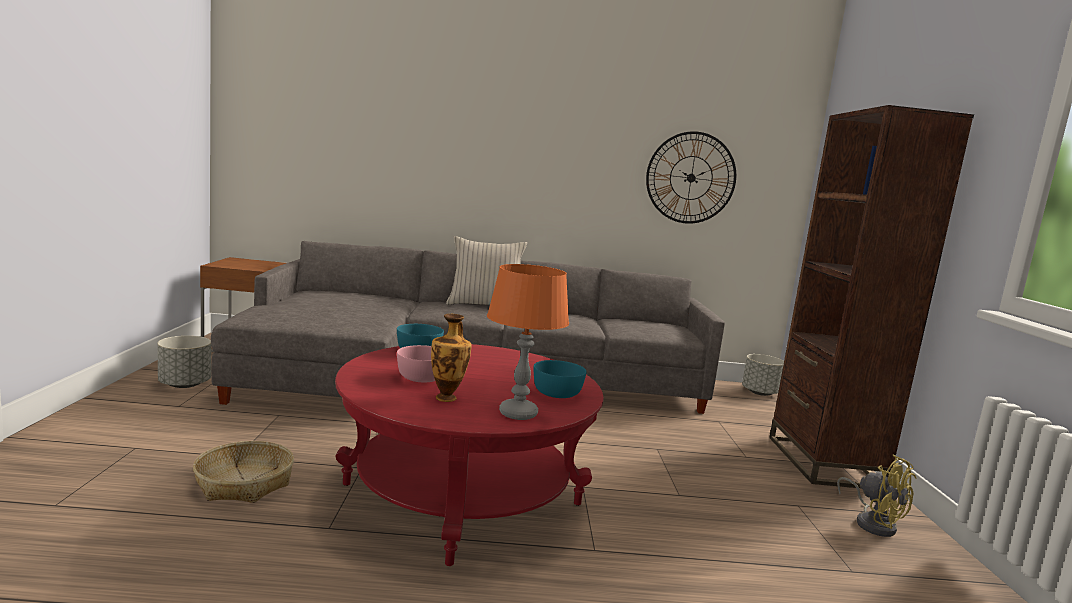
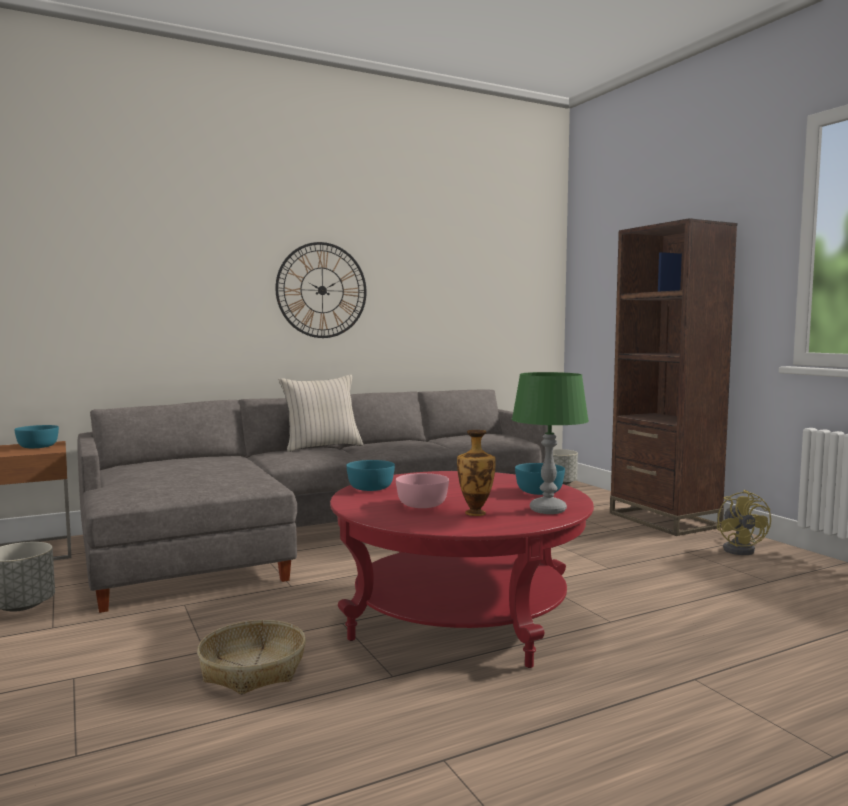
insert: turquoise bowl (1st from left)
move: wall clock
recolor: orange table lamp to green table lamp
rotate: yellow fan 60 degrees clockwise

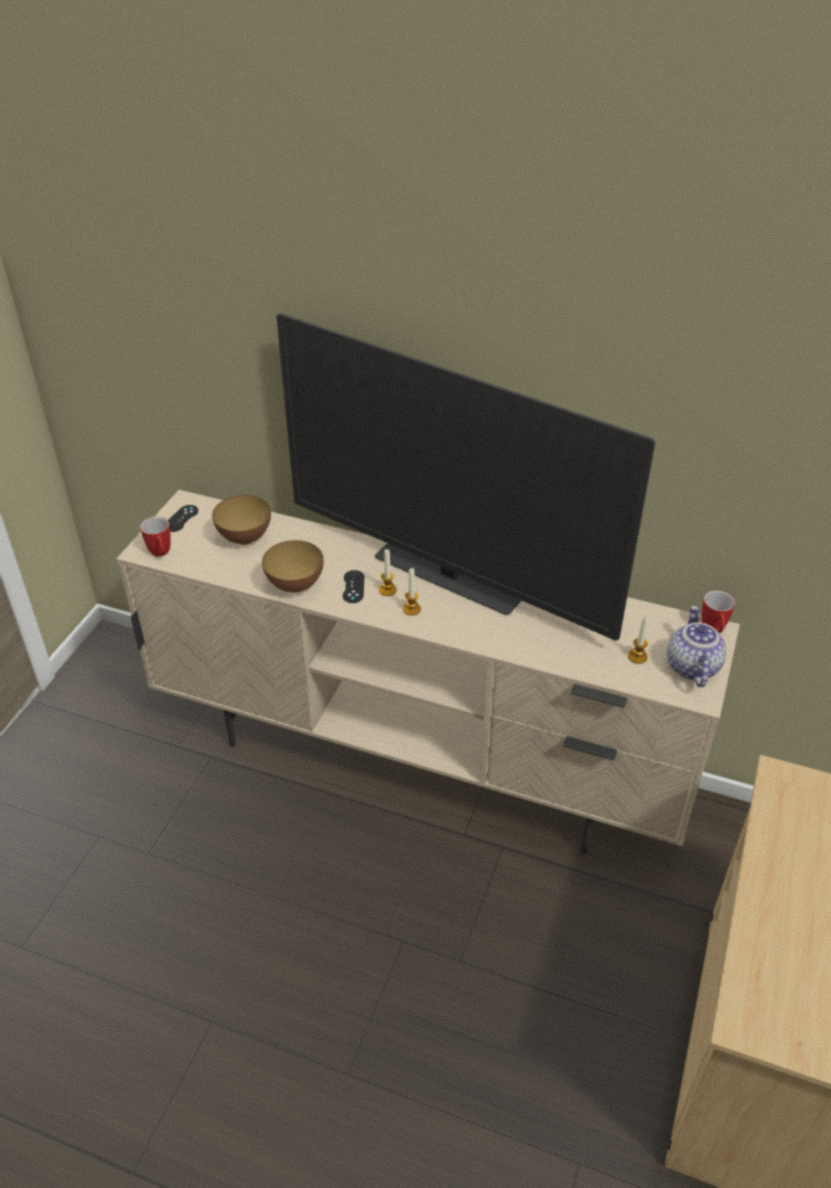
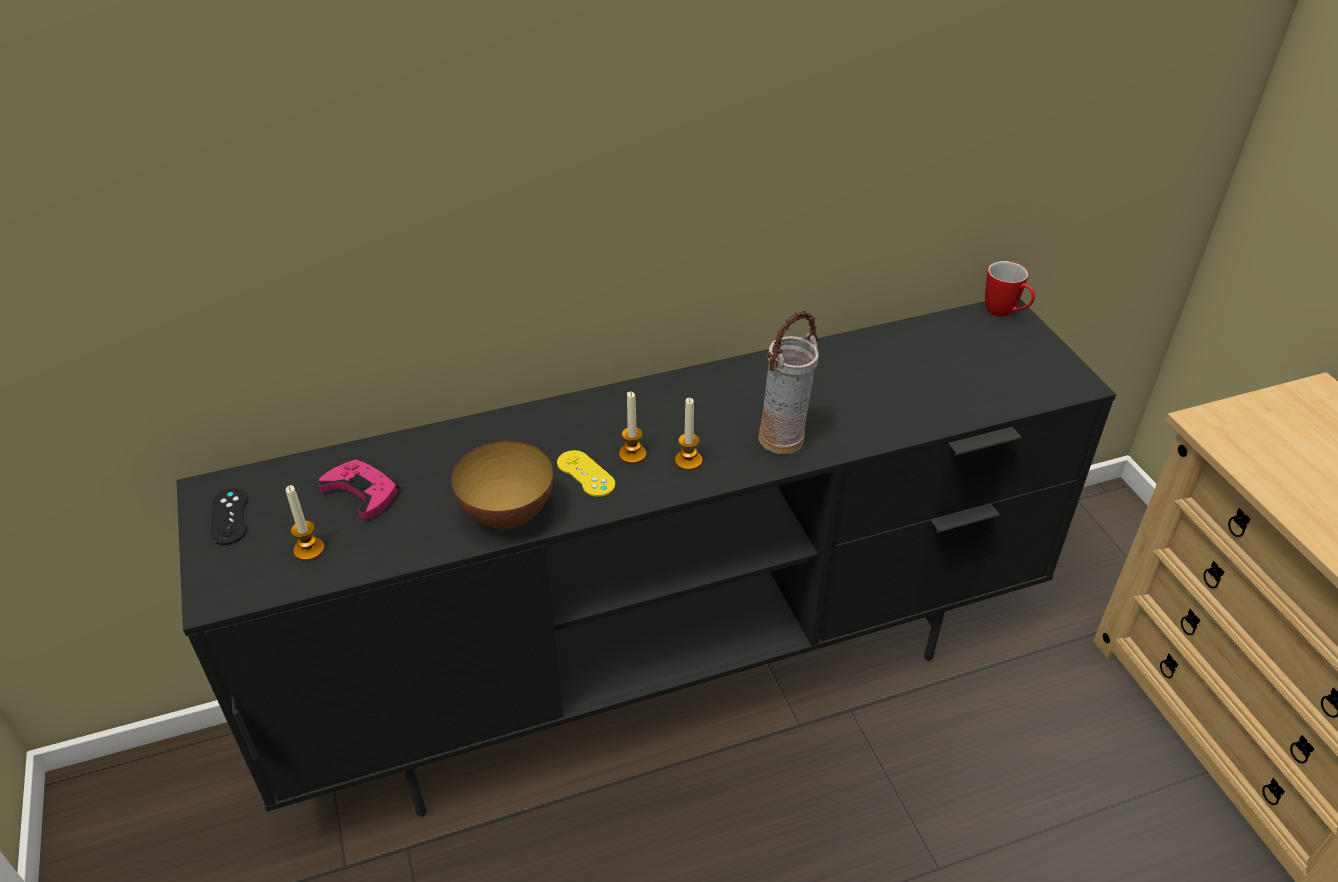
delete: mug (1st from left); television; teapot
insert: vase
move: candle (3rd from left in the first image) to candle (1st from left)
replace: bowl (1st from left) to pink game controller
recolor: beige tv stand to black tv stand; black game controller (2nd from left) to yellow game controller

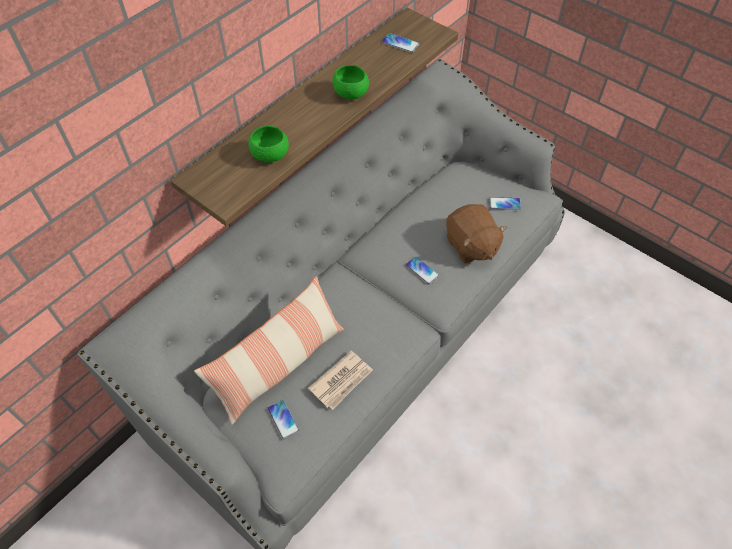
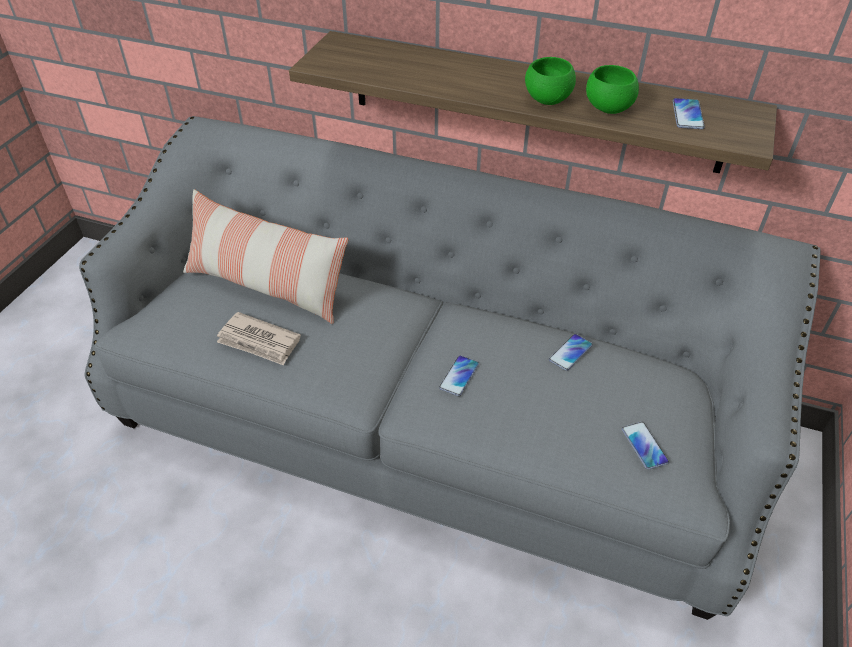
delete: brown plush toy
move: green bowl (1st from left in the first image) to green bowl (2nd from left); phone (1st from left in the first image) to phone (2nd from left)

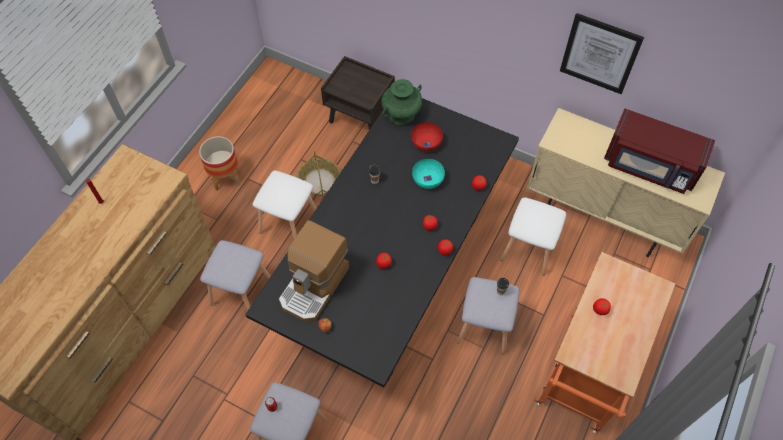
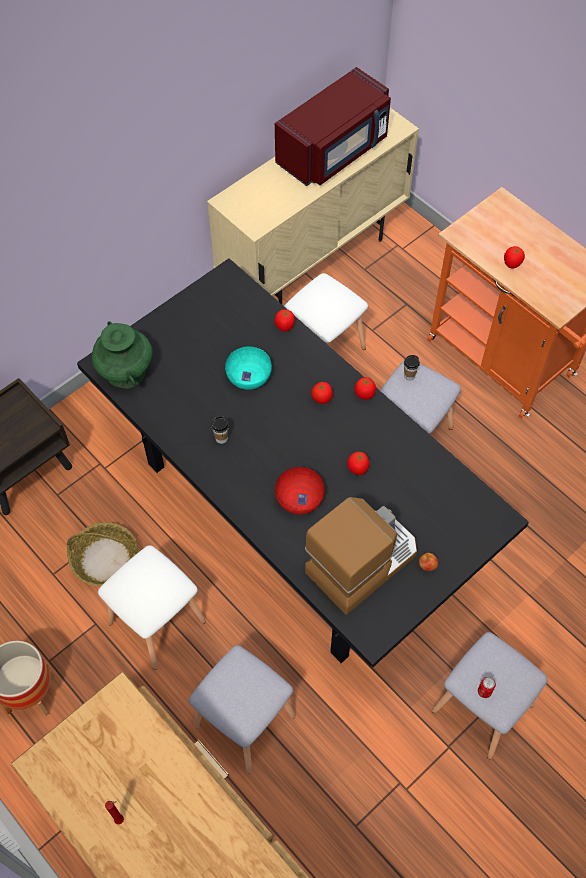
delete: picture
move: red bowl
rotate: coffee machine 90 degrees counterclockwise

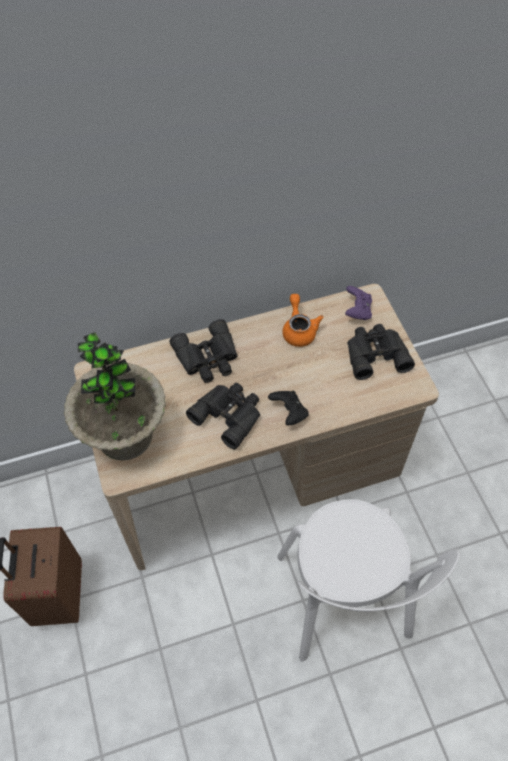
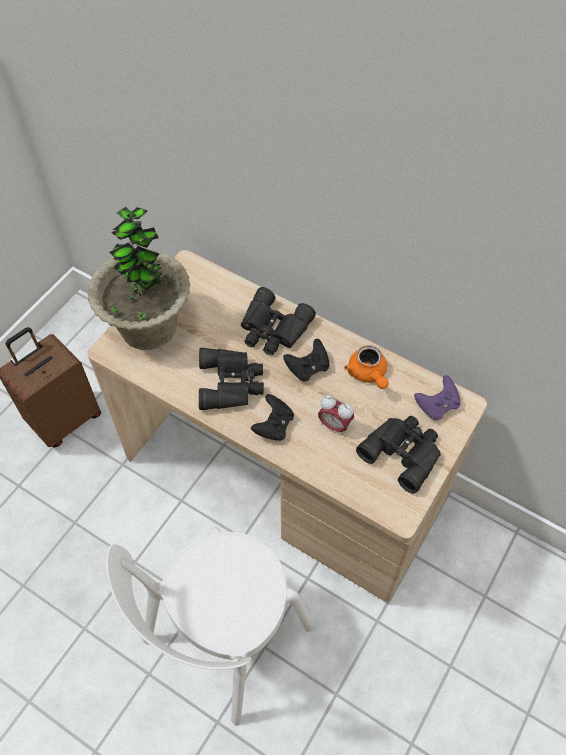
insert: black game controller (2nd from left); alarm clock
rotate: orange teapot 120 degrees clockwise

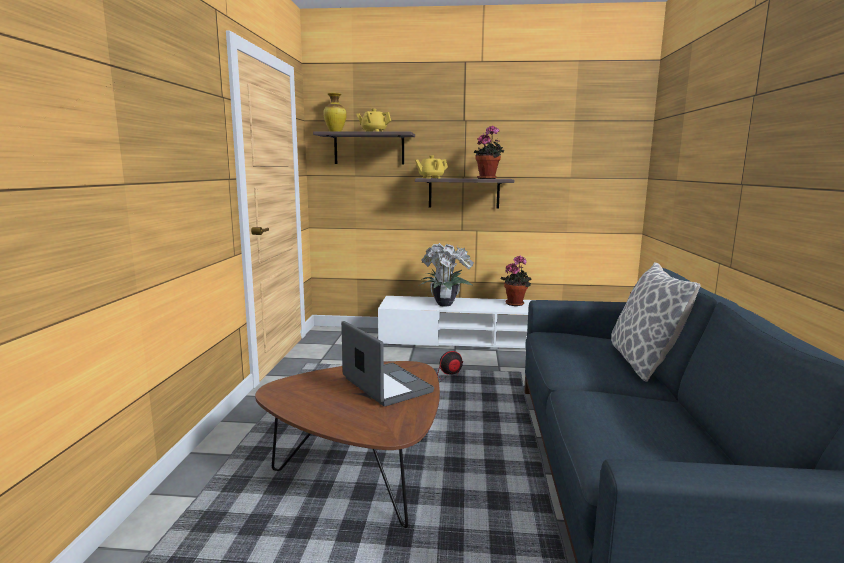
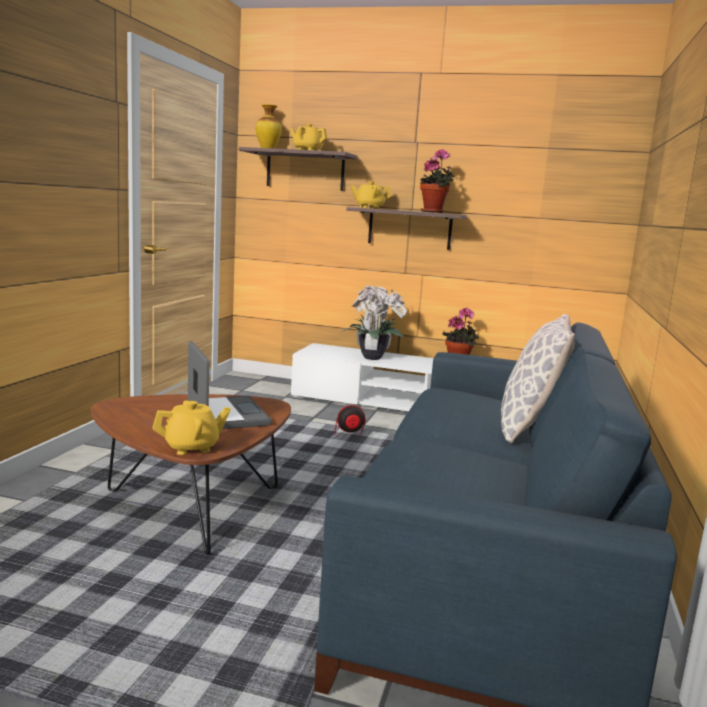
insert: yellow teapot (1st from left)

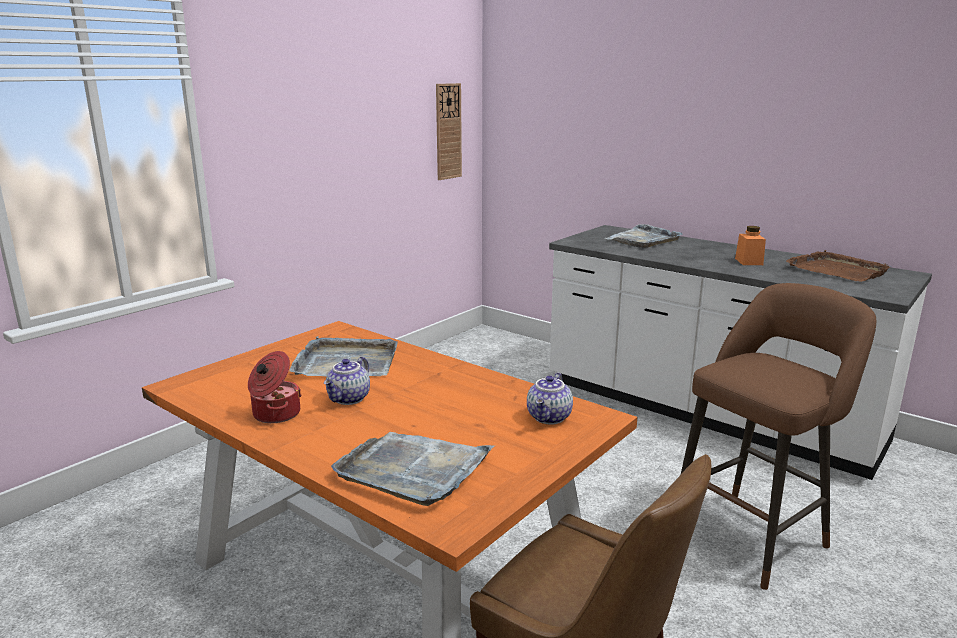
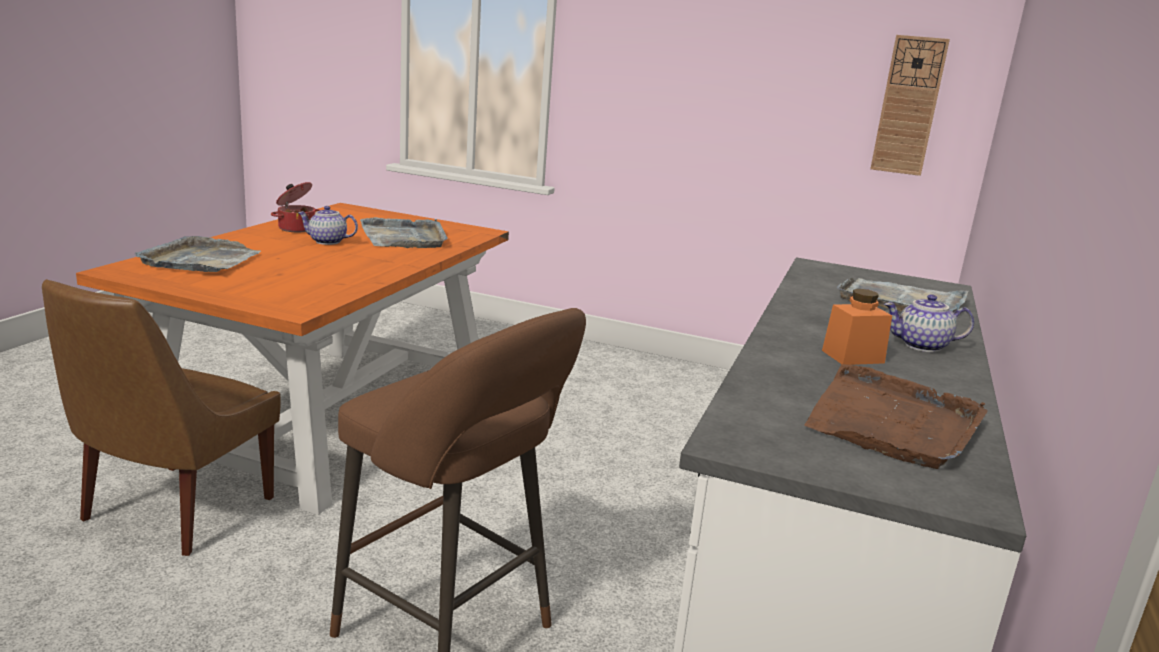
move: teapot (2nd from left)

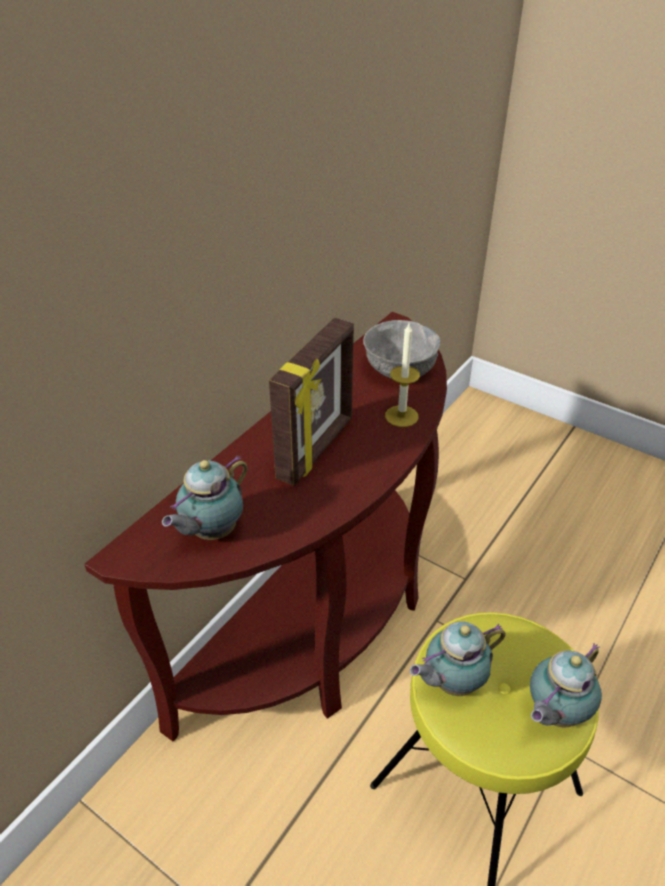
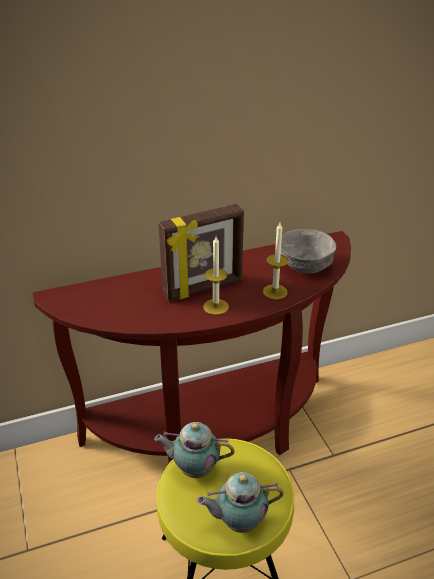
delete: teapot (1st from left)
insert: candle (1st from left)

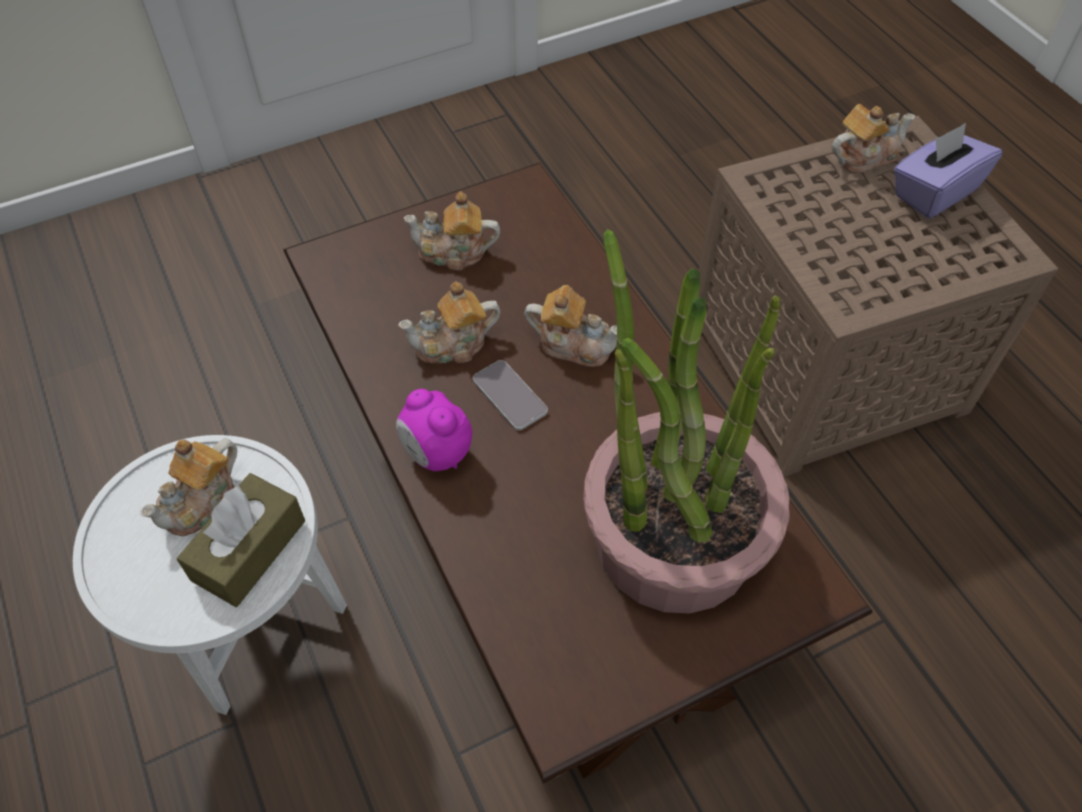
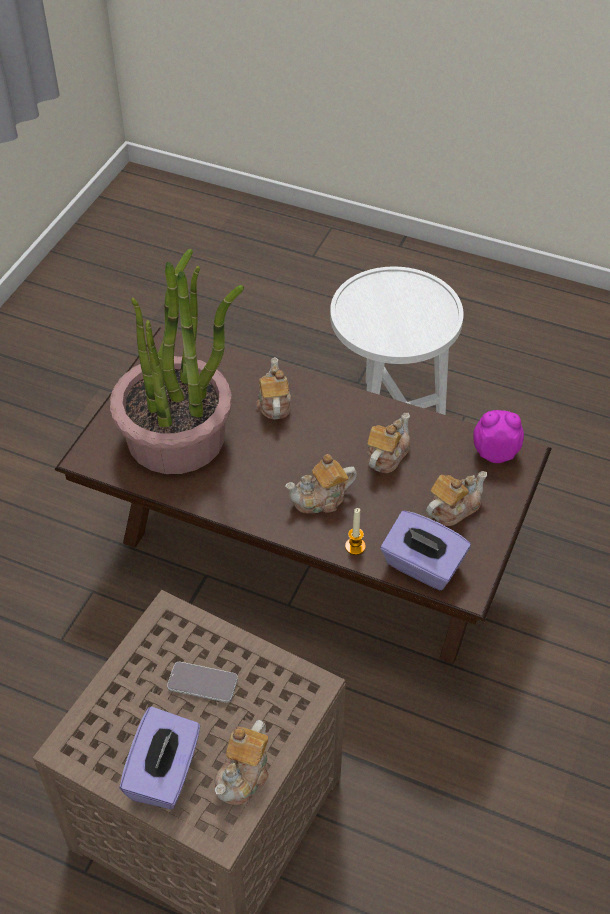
delete: brown tissue box
insert: candle; purple tissue box (2nd from left)
move: teapot (1st from left in the first image) to teapot (2nd from left); alarm clock; phone

